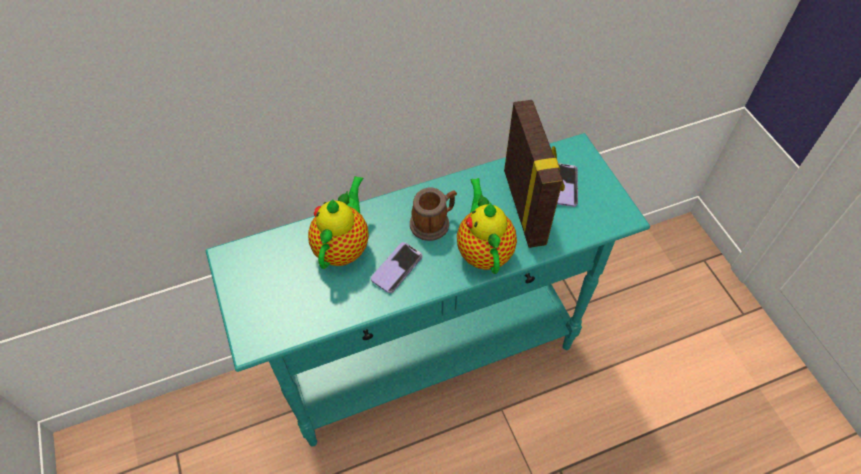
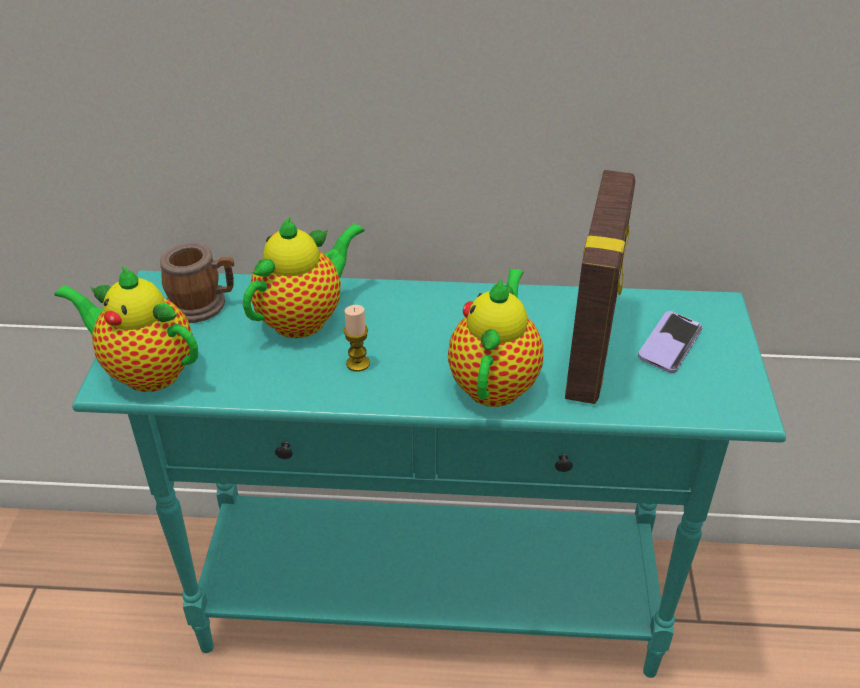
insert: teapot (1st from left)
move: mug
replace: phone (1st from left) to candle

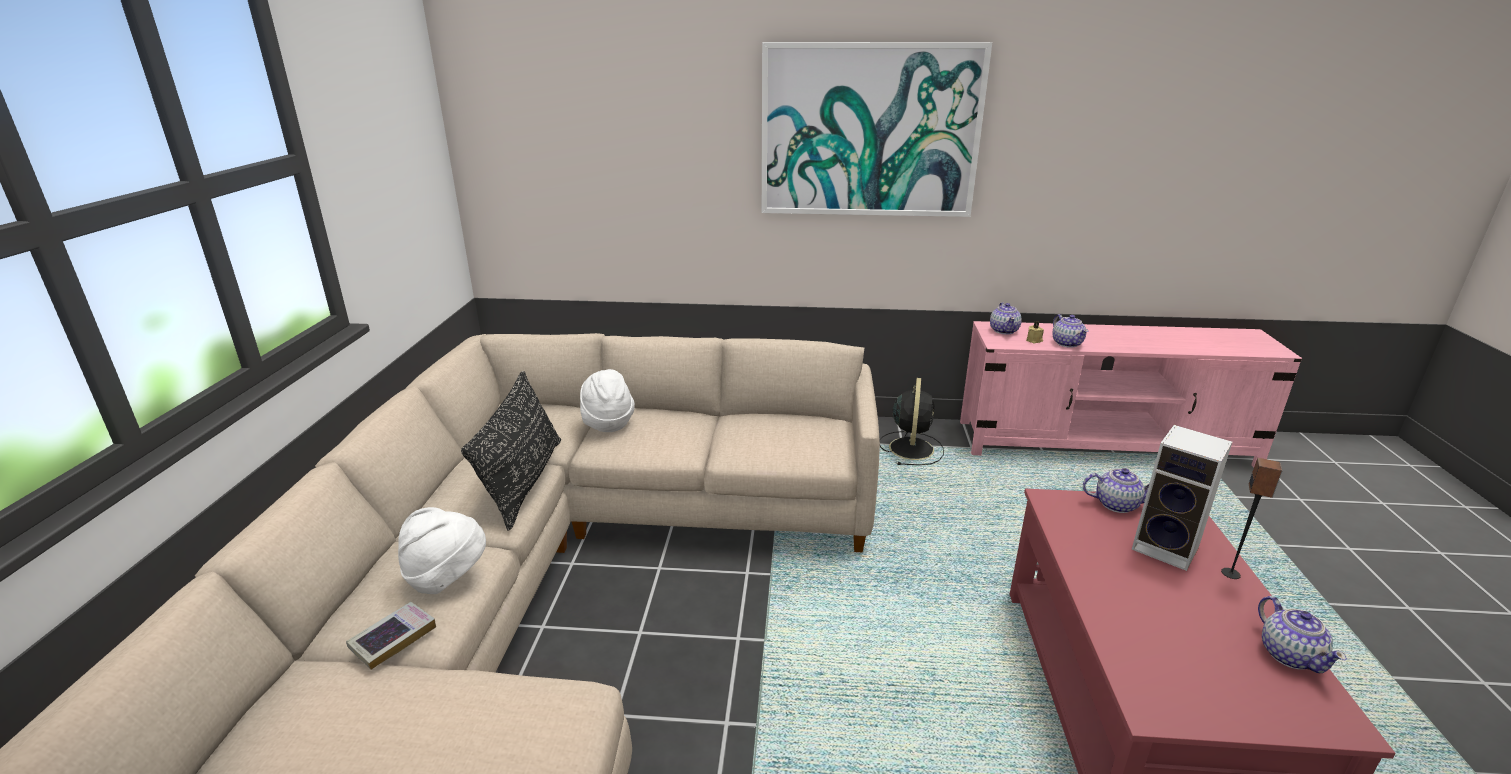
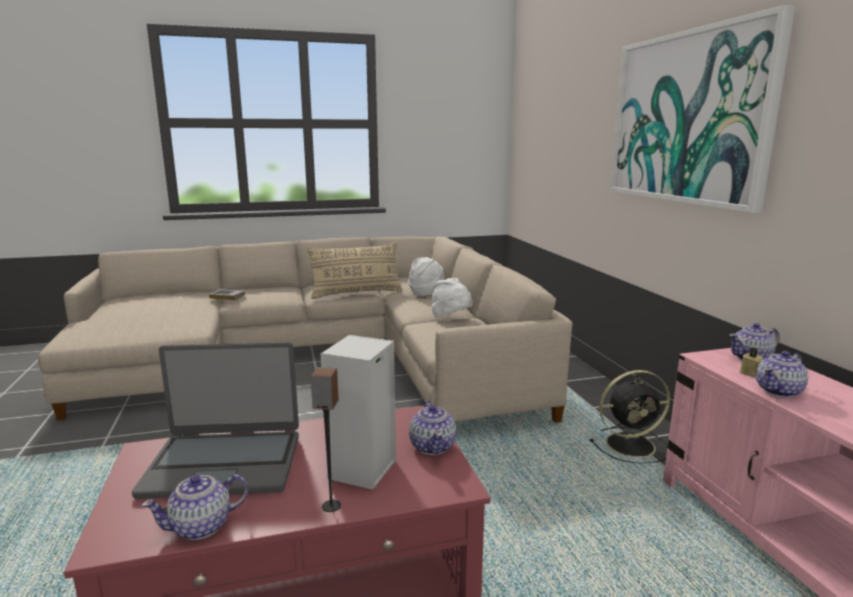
insert: laptop
move: white hat (1st from left in the first image) to white hat (2nd from left)
recolor: black pillow to beige pillow

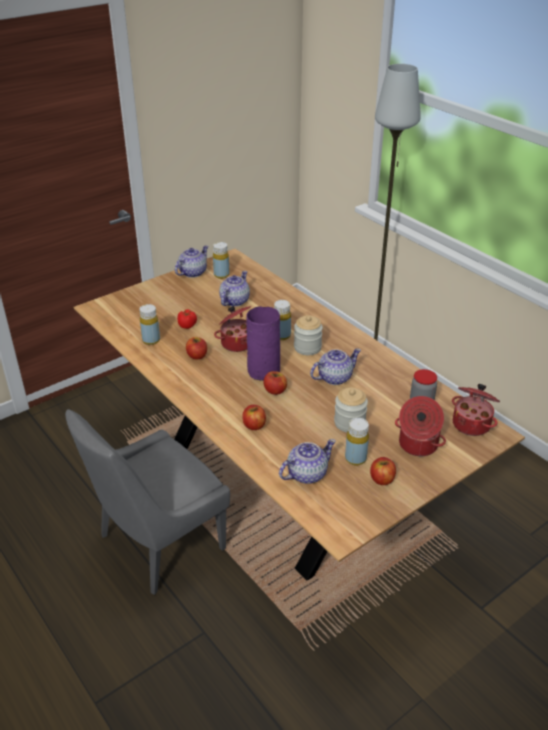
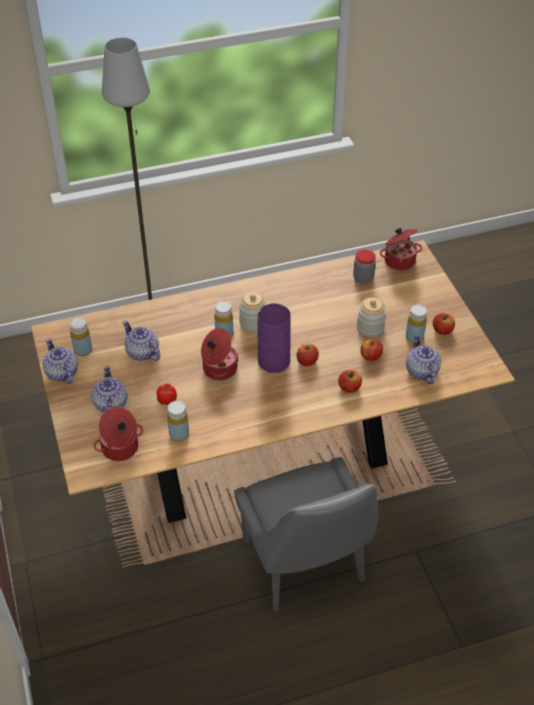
move: apple (1st from left in the first image) to apple (3rd from left); teapot (4th from left in the first image) to teapot (2nd from left); cooking pot (2nd from left in the first image) to cooking pot (1st from left)

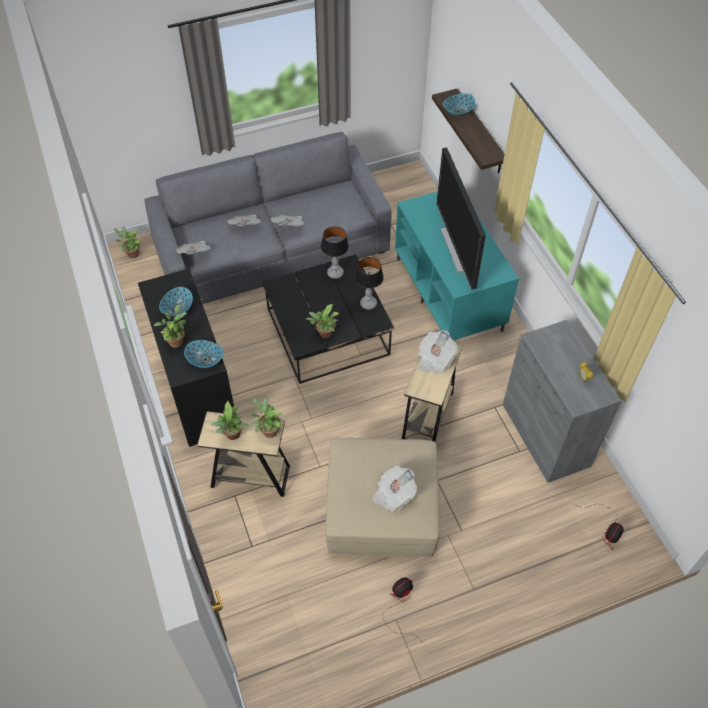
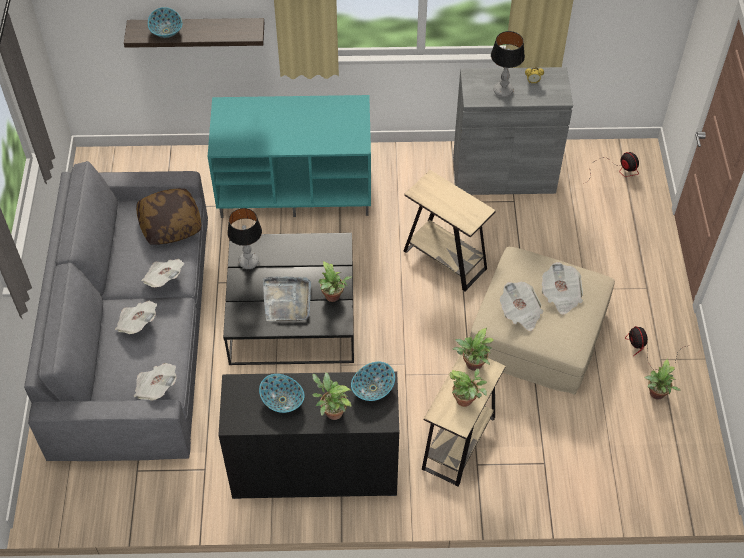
delete: television
insert: pillow; grey tray
move: potted plant (1st from left in the first image) to potted plant (5th from left); table lamp (2nd from left); newspaper (5th from left in the first image) to newspaper (4th from left)

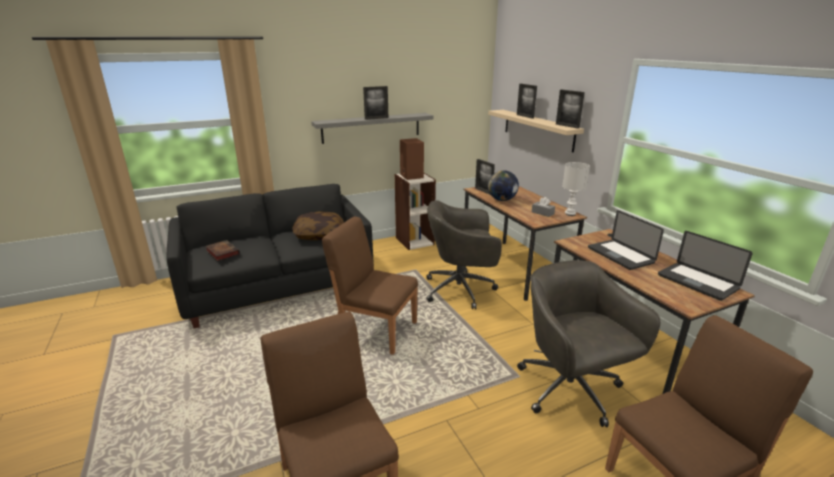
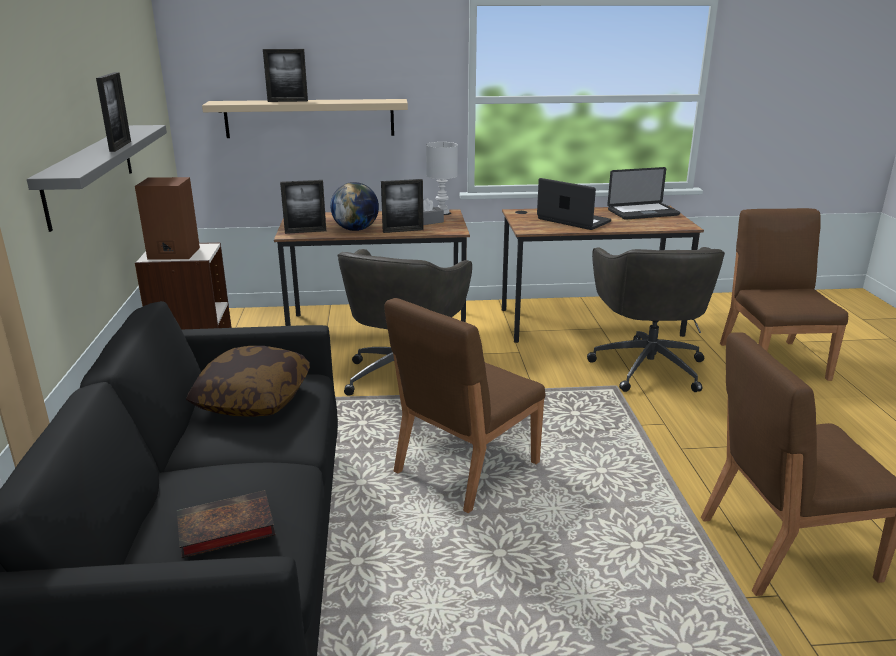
move: picture frame (4th from left)
rotate: grey office chair (2nd from left) 90 degrees counterclockwise; laptop (1st from left) 135 degrees counterclockwise

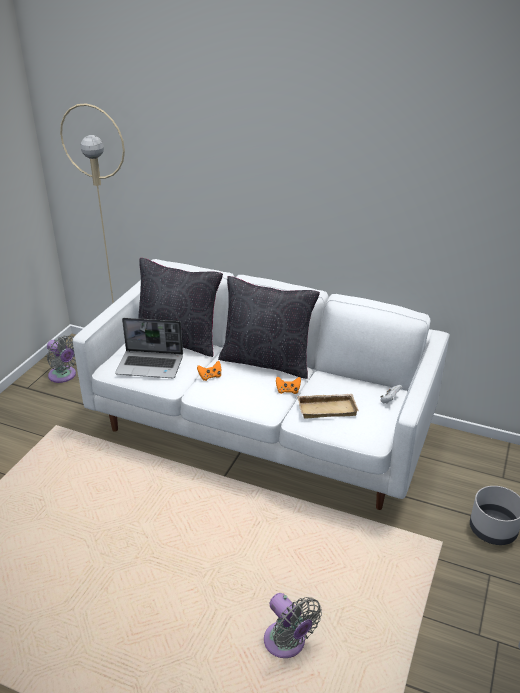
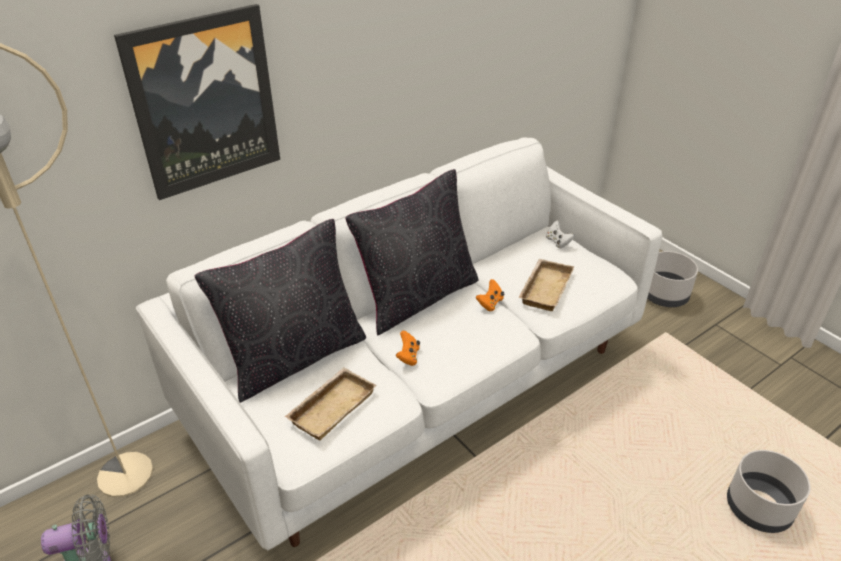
insert: picture
replace: laptop to beige tray (1st from left); grey fan (2nd from left) to grey planter (2nd from left)

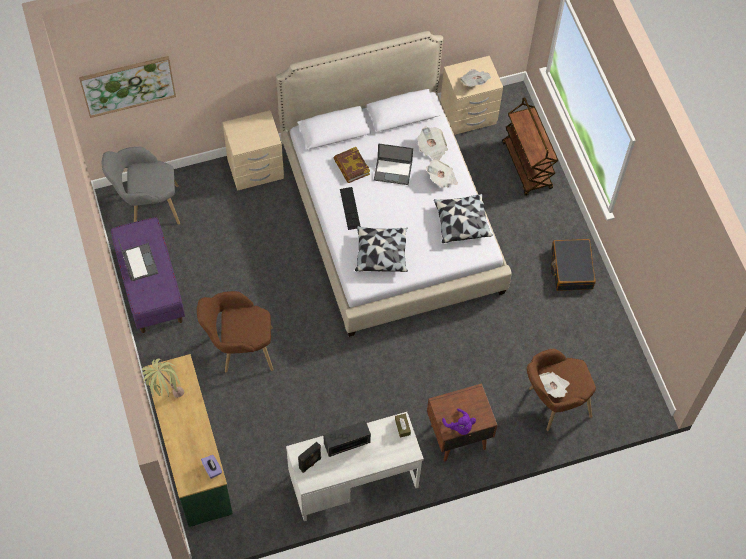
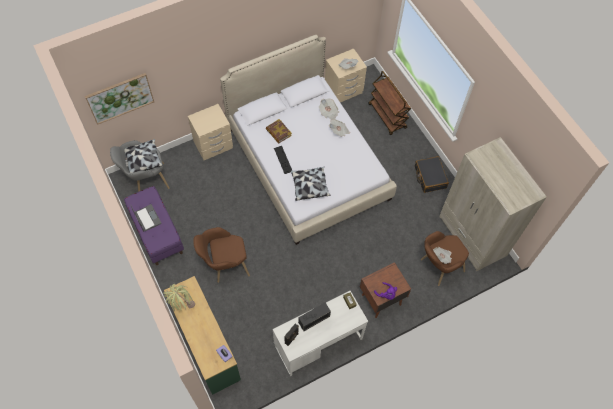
delete: laptop (2nd from left)
insert: beige wardrobe
move: pillow (2nd from left in the first image) to pillow (1st from left)

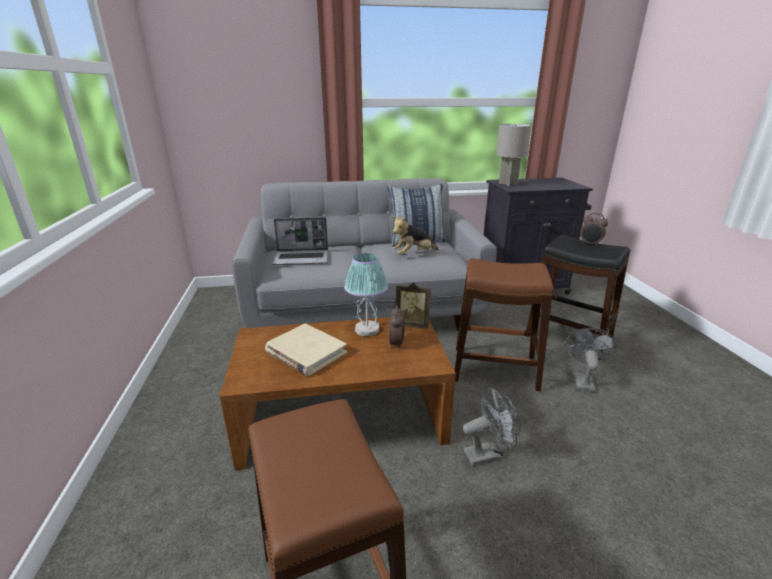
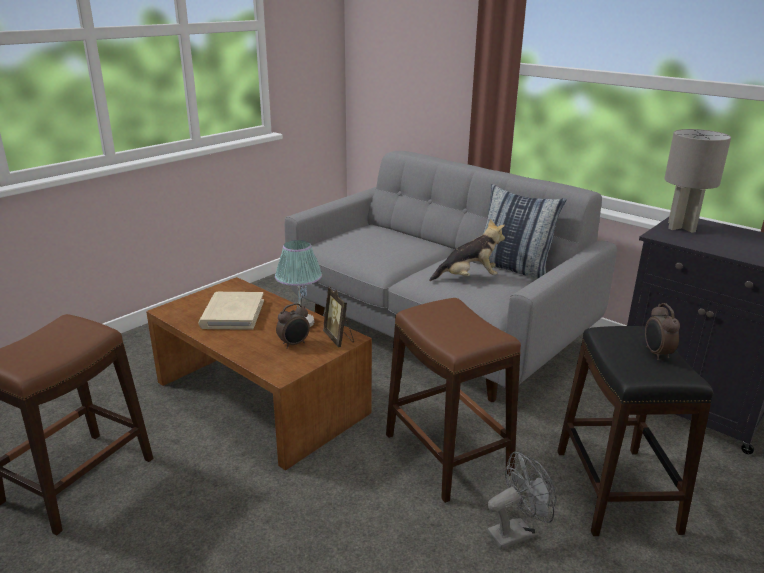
delete: laptop; grey fan (1st from left)
rotate: plush toy 150 degrees clockwise

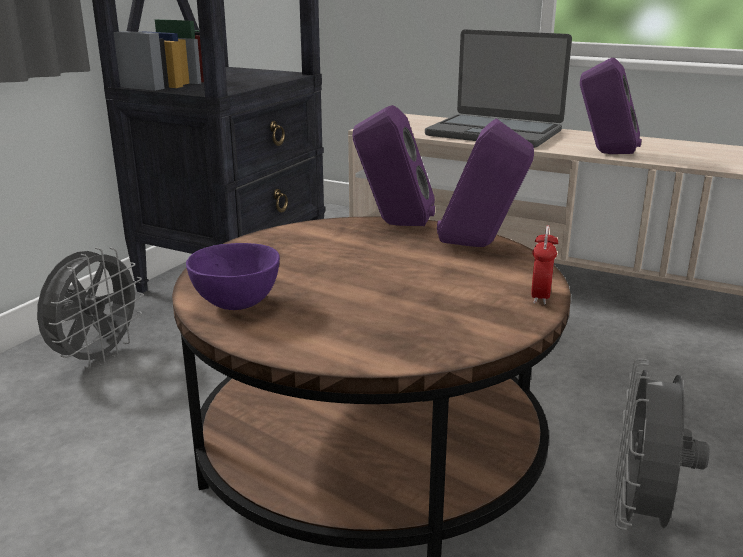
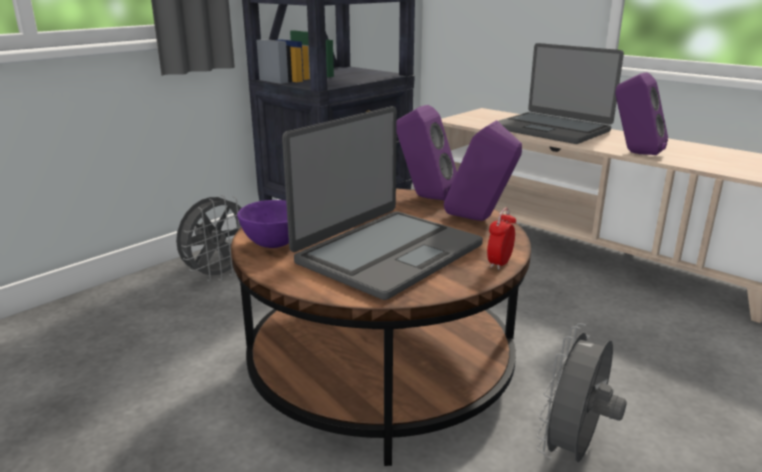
insert: laptop (1st from left)

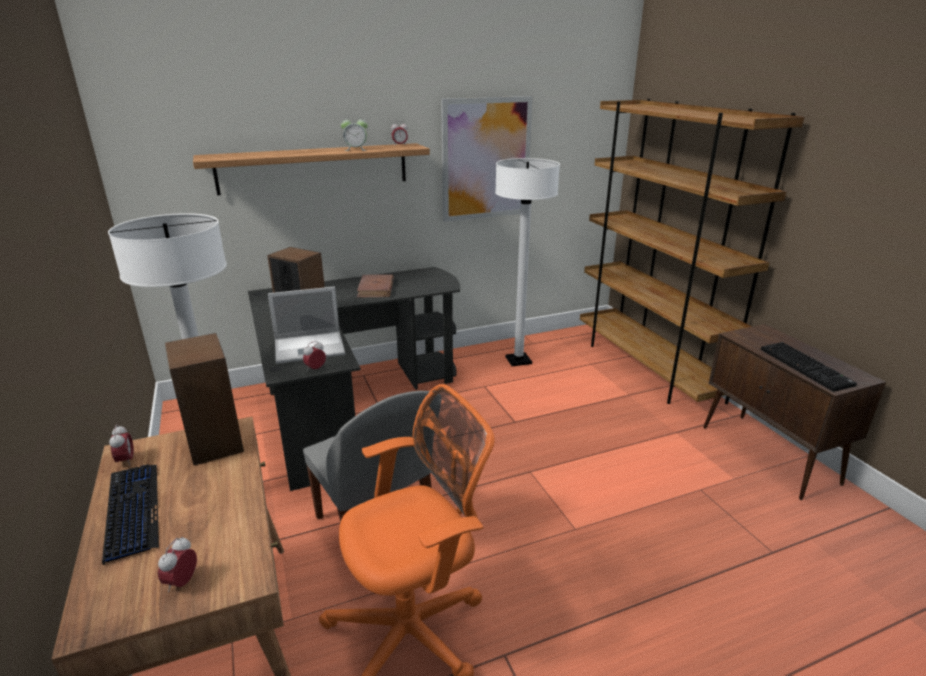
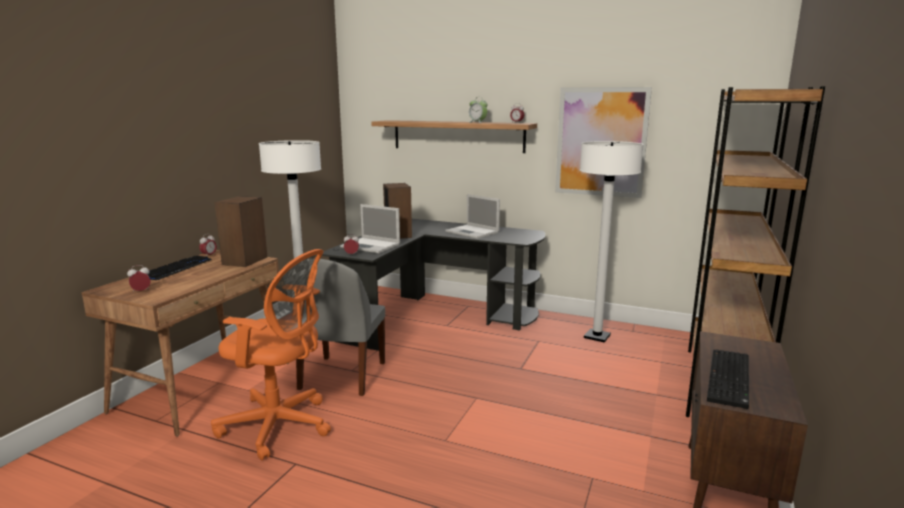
replace: brown book to laptop (2nd from left)

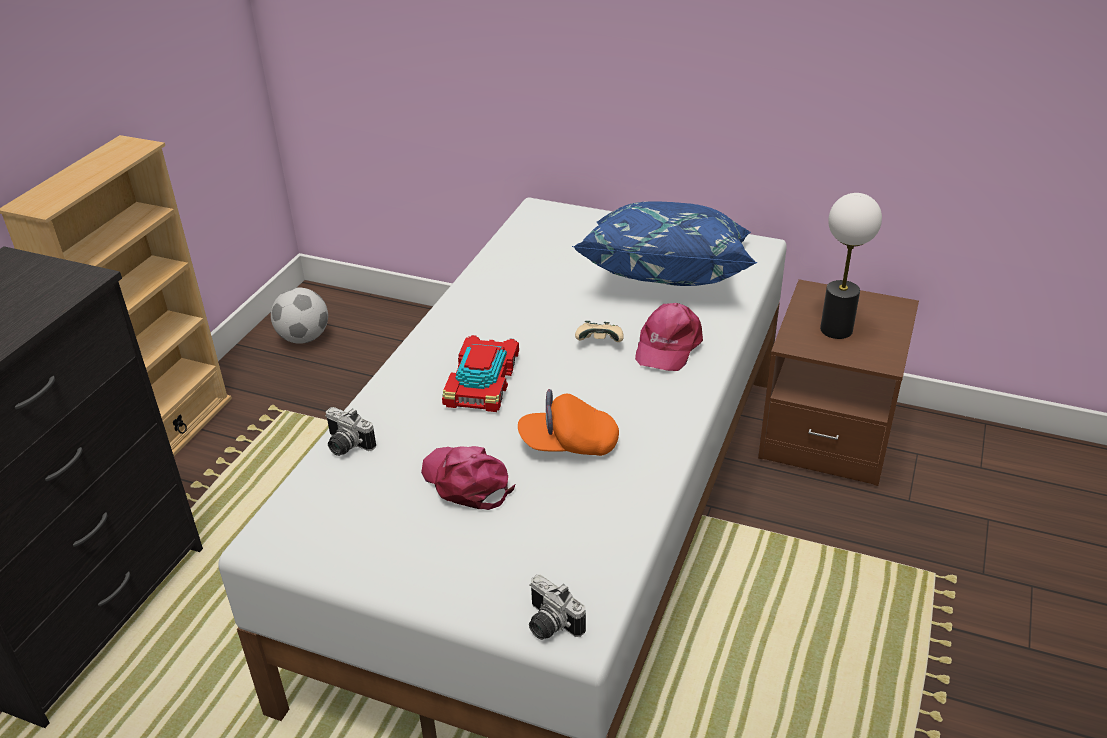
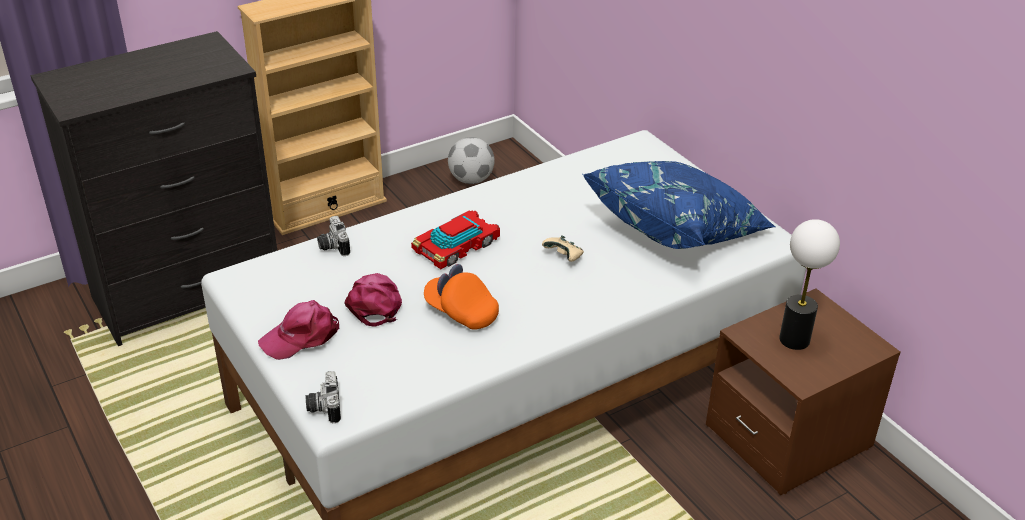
move: pink cap (2nd from left in the first image) to pink cap (1st from left)

